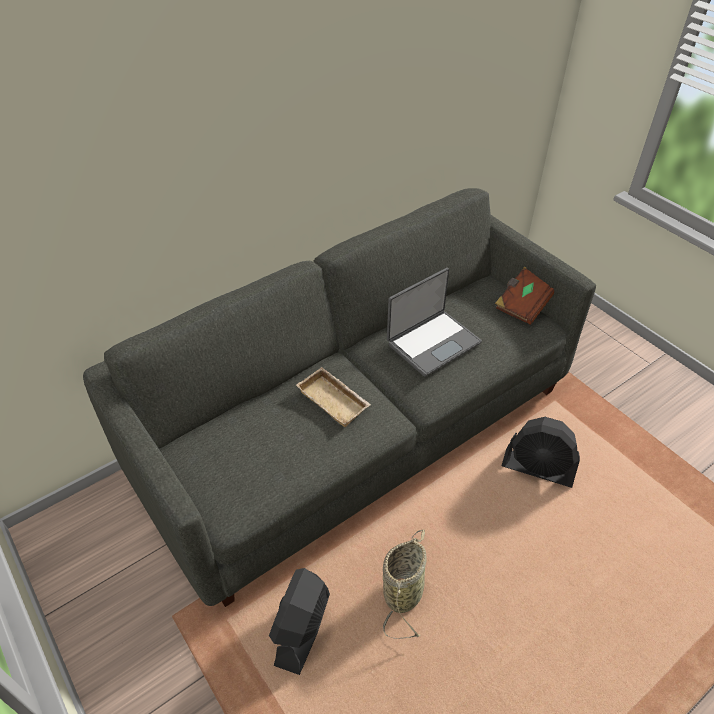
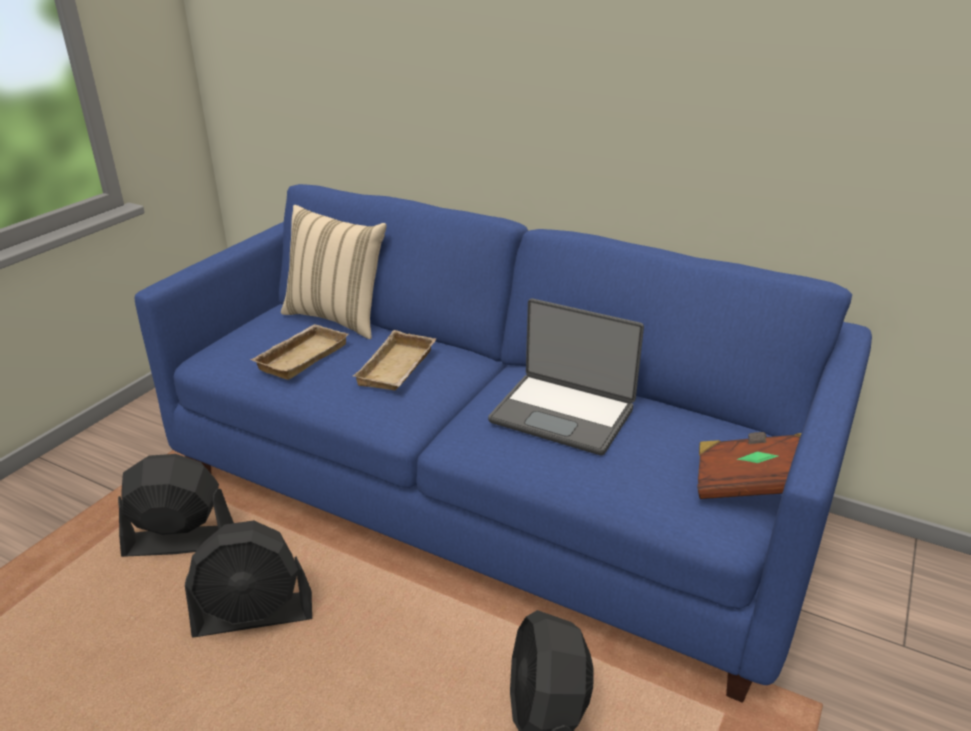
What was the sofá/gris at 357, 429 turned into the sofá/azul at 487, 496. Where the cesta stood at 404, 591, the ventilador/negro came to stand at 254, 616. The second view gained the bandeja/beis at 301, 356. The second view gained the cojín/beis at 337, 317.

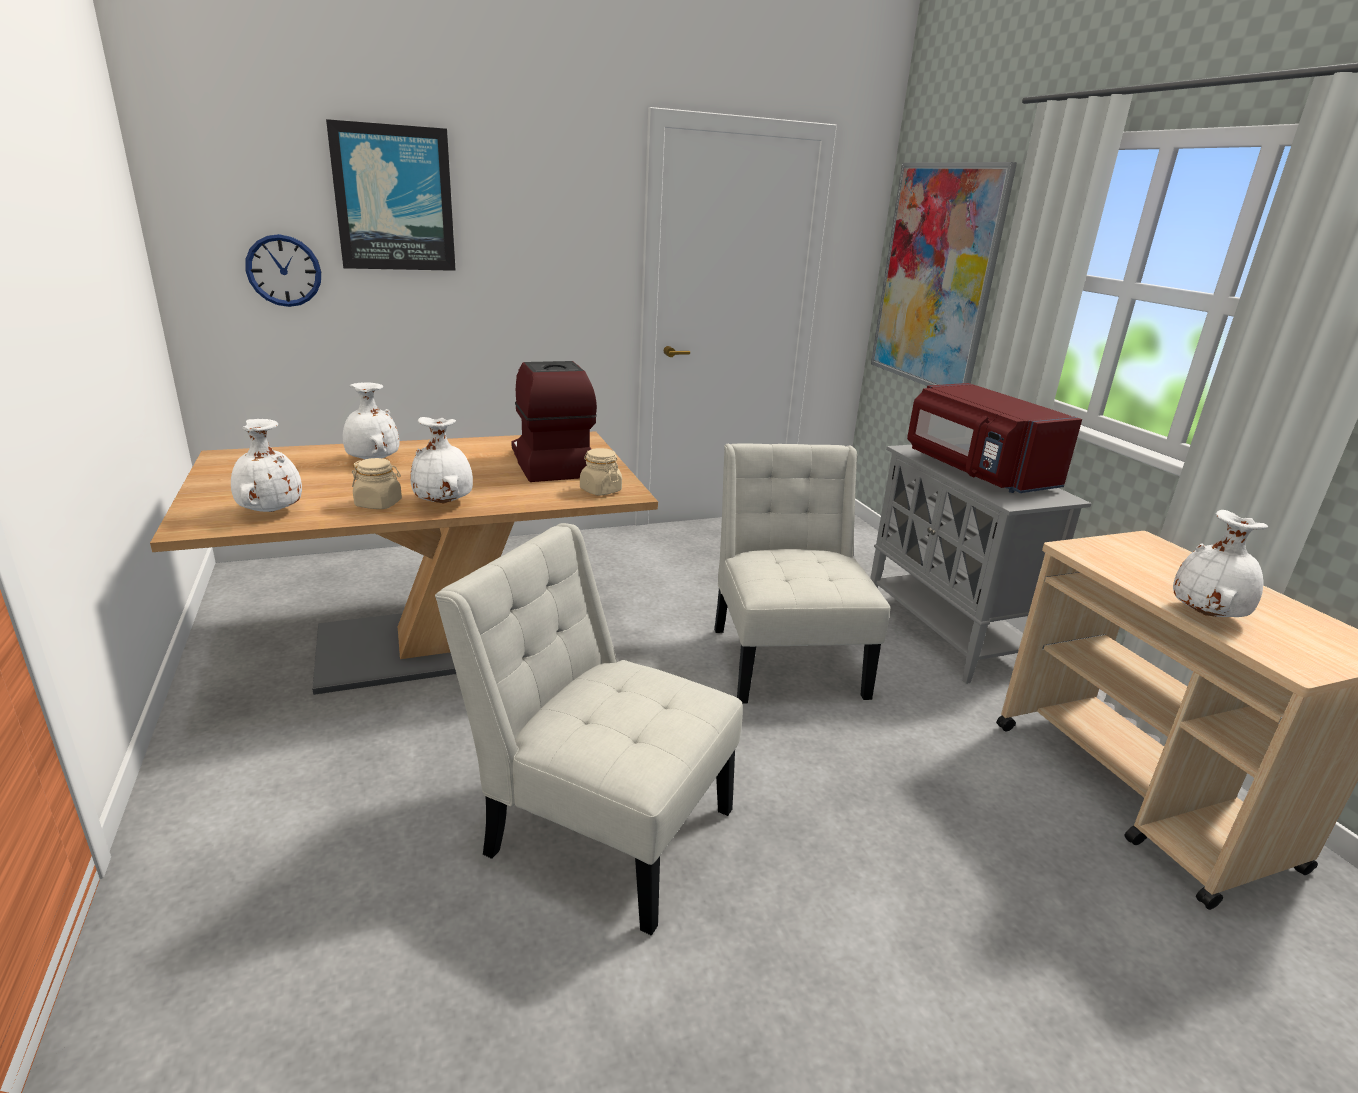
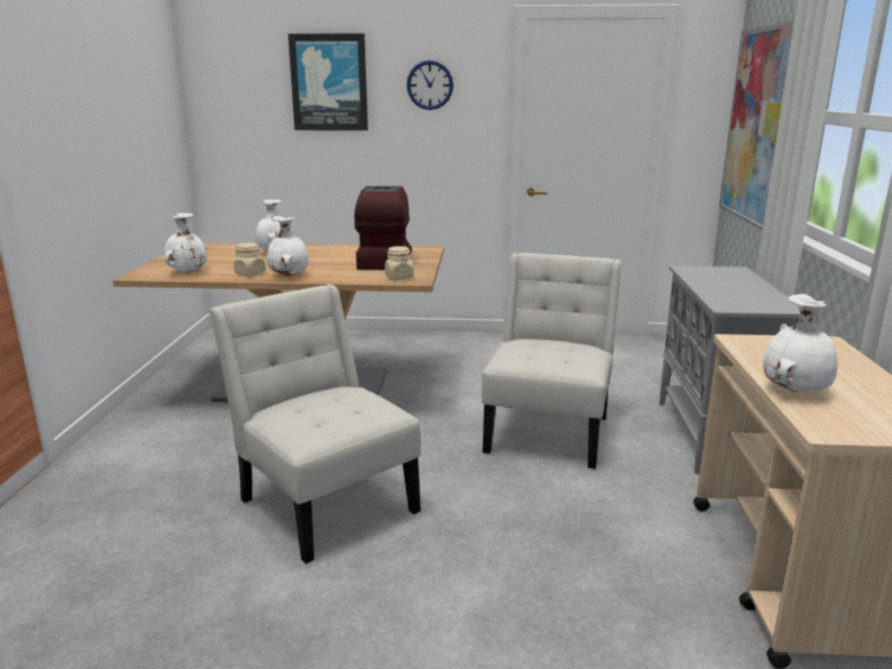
The reloj de pared ended up elsewhere, having gone from 284, 271 to 430, 85. The second view lost the microondas/rojo at 975, 472.

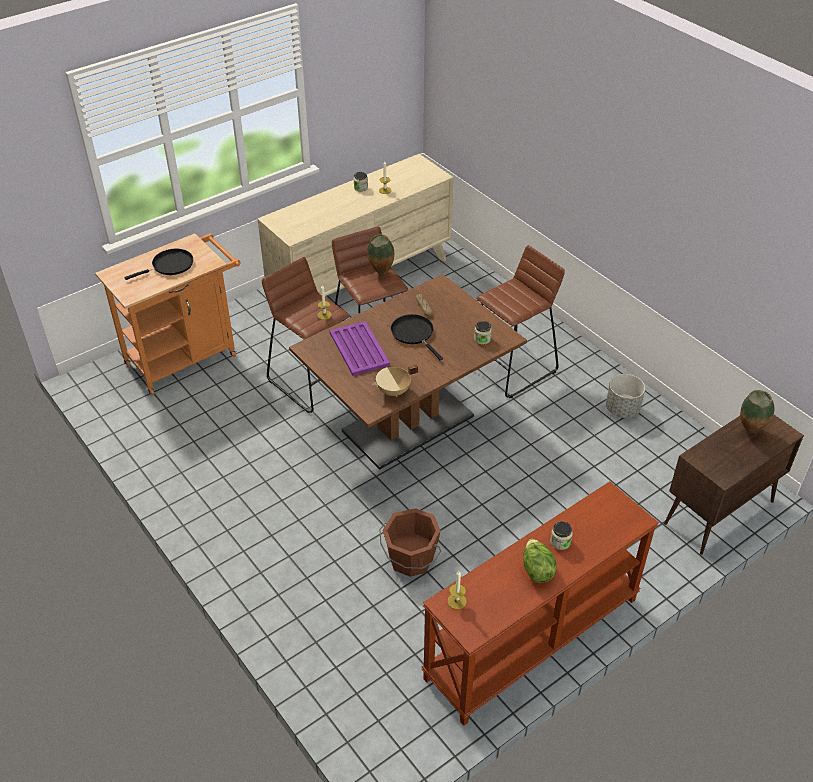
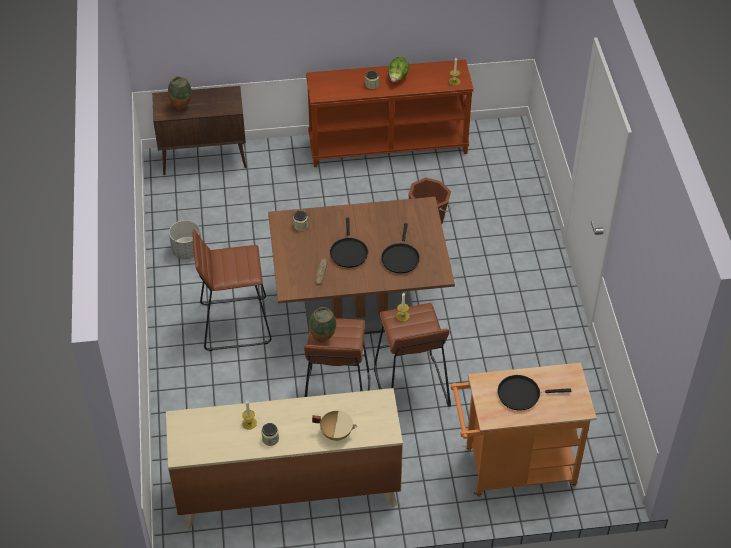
The olla/beis ended up elsewhere, having gone from 394, 391 to 336, 433. Where the bandeja/morado stood at 359, 348, the sartén/negro came to stand at 400, 258.

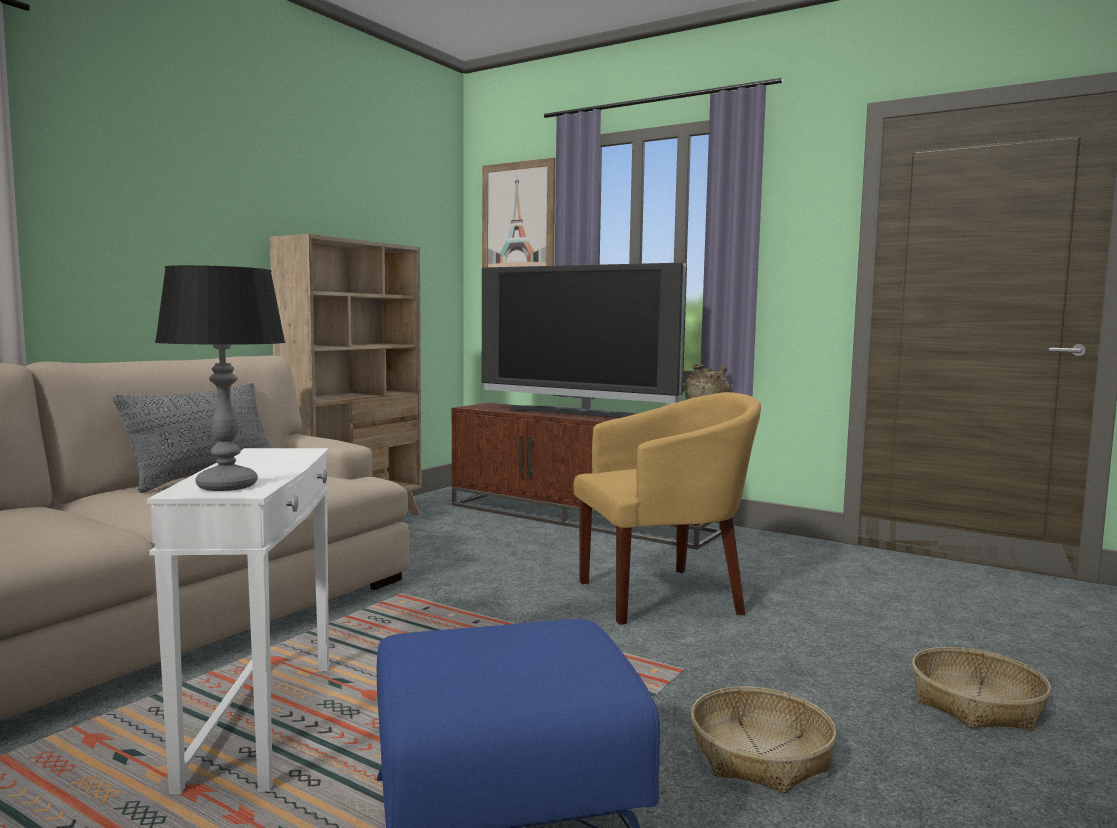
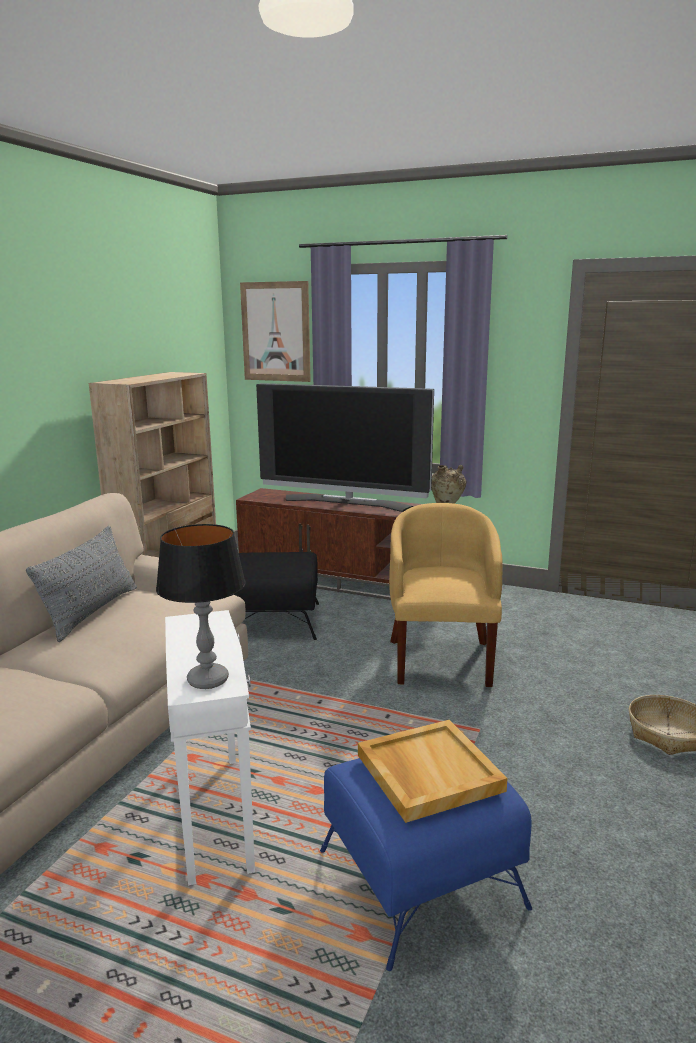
The second view gained the puf/negro at 276, 621. The second view gained the bandeja/beis at 427, 772. The sillón/amarillo at 664, 595 ended up facing another way, 60 degrees counterclockwise from before. The second view lost the cesta at 760, 755.

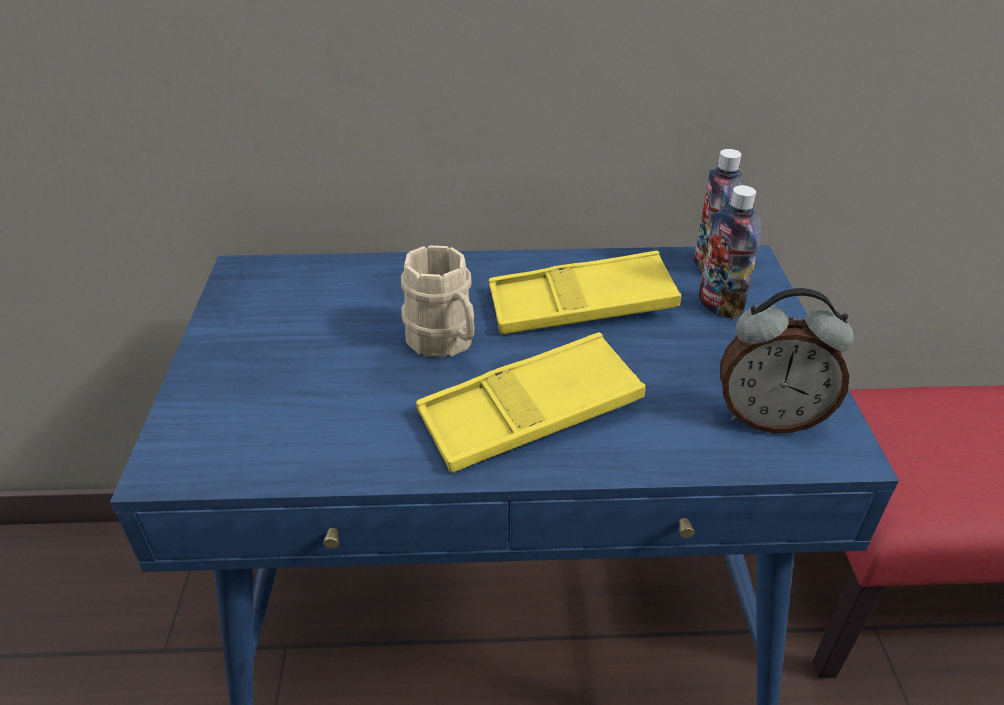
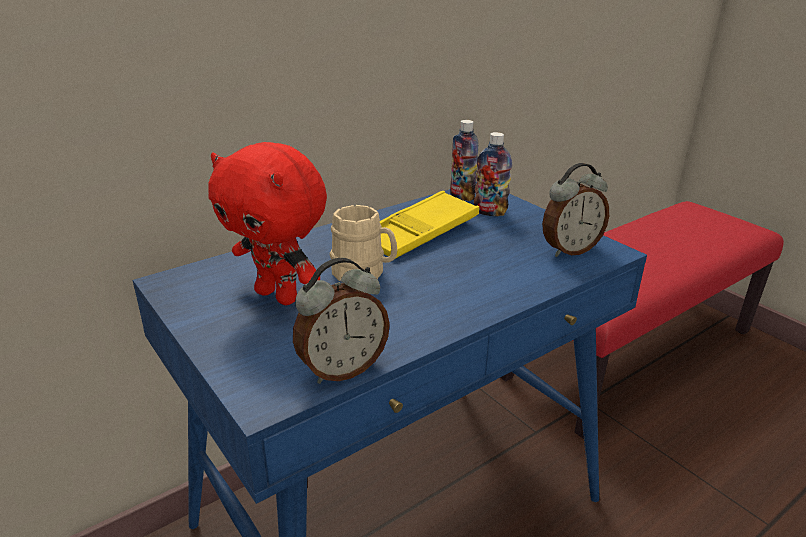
The second view gained the peluche/rojo at 279, 296. The second view gained the despertador at 342, 369. The second view lost the bandeja/amarillo at 530, 413.

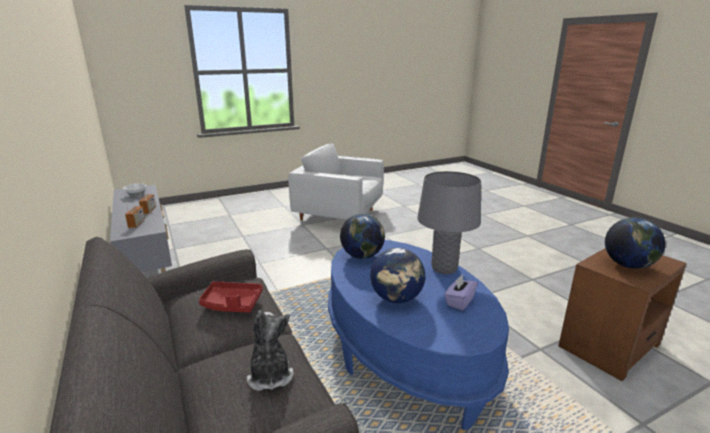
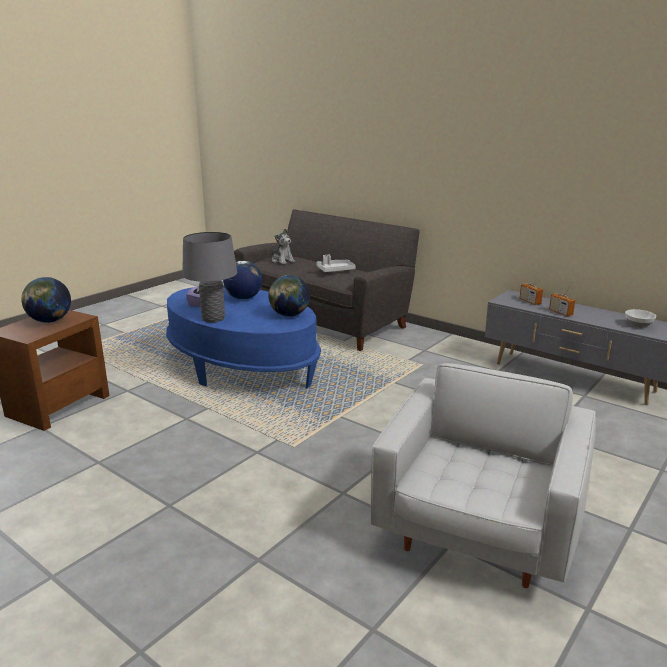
What was the bandeja/rojo at 231, 304 turned into the bandeja/gris at 335, 270. The sillón/blanco at 340, 215 ended up facing another way, 60 degrees counterclockwise from before.

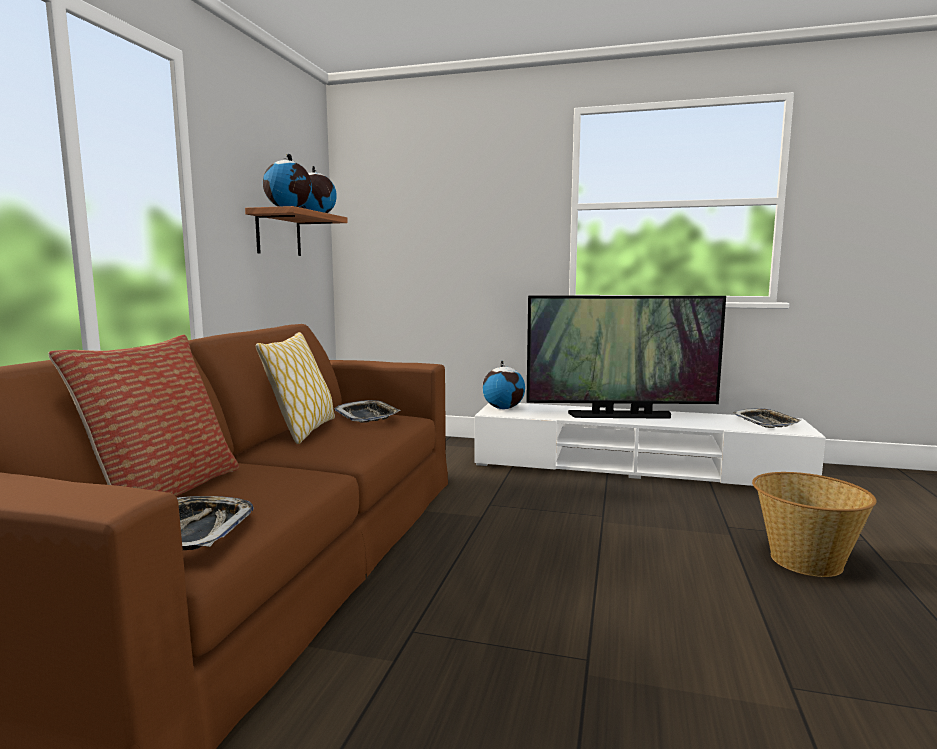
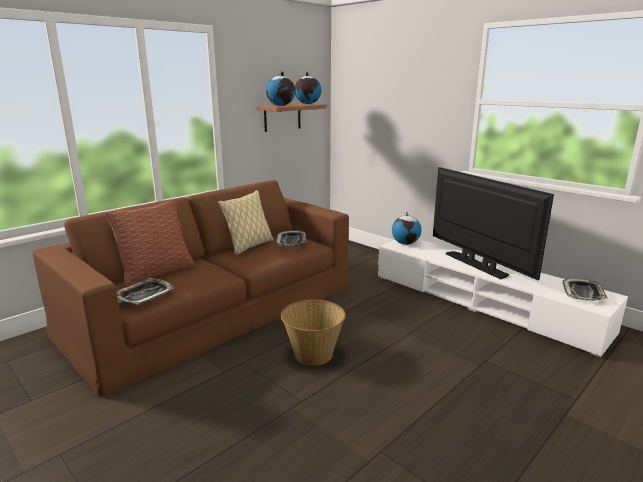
The cesta ended up elsewhere, having gone from 804, 560 to 313, 354. The televisor at 620, 415 ended up facing another way, 150 degrees counterclockwise from before.

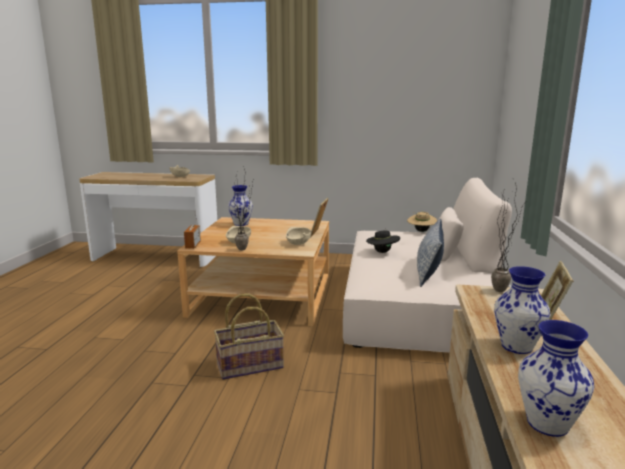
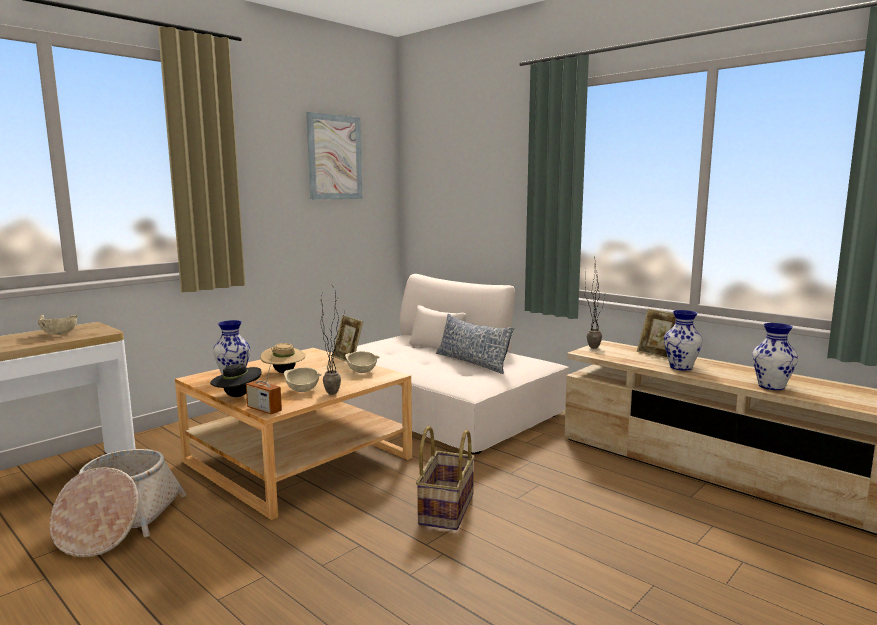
The second view gained the cesta at 119, 523. The sombrero/negro ended up elsewhere, having gone from 382, 252 to 237, 396. The sombrero/beis ended up elsewhere, having gone from 421, 231 to 283, 372. The second view gained the cuadro at 334, 157.

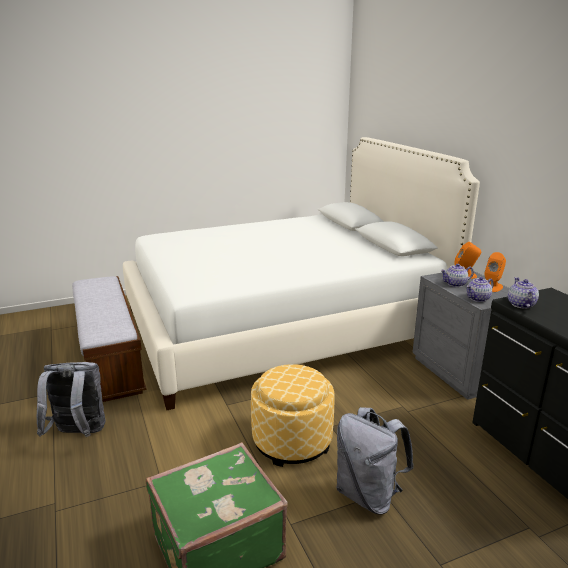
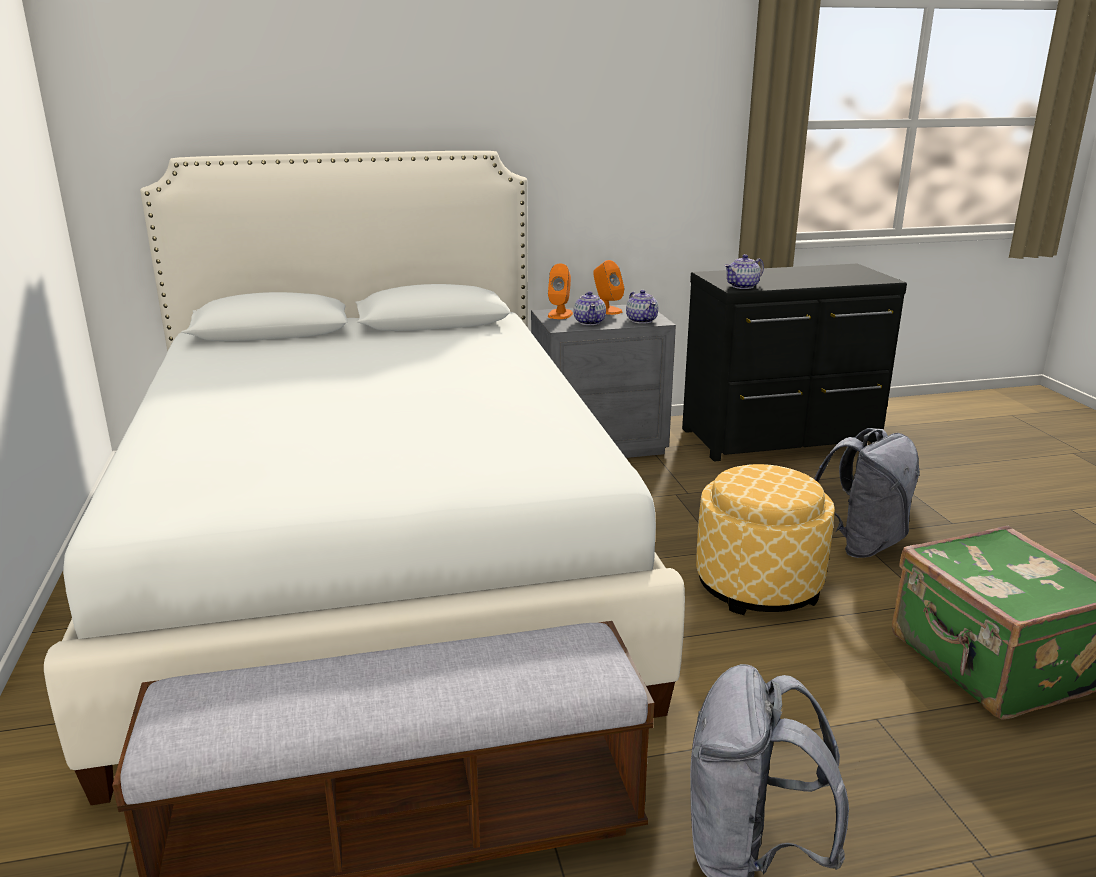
The tetera at 521, 304 ended up facing another way, 45 degrees counterclockwise from before.

